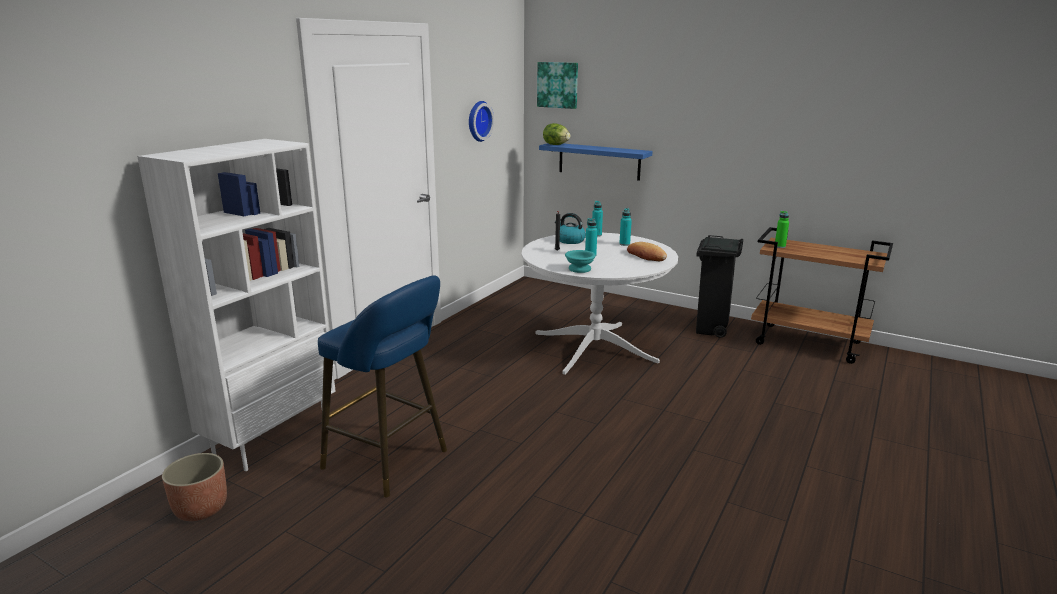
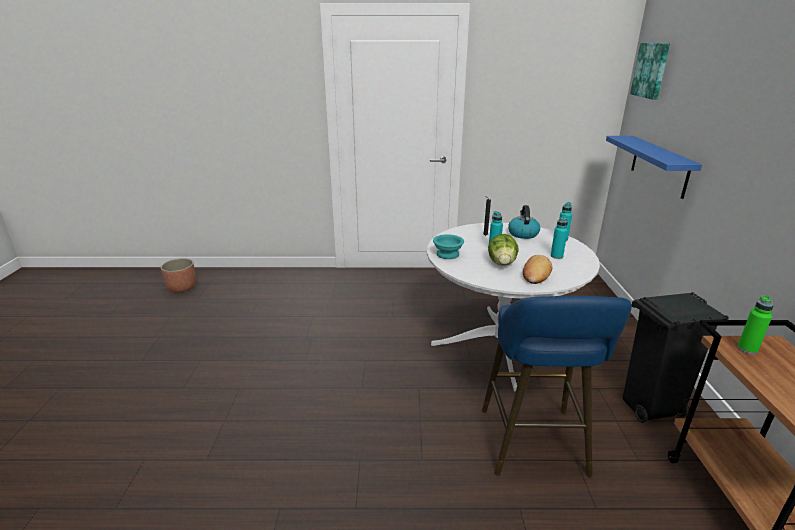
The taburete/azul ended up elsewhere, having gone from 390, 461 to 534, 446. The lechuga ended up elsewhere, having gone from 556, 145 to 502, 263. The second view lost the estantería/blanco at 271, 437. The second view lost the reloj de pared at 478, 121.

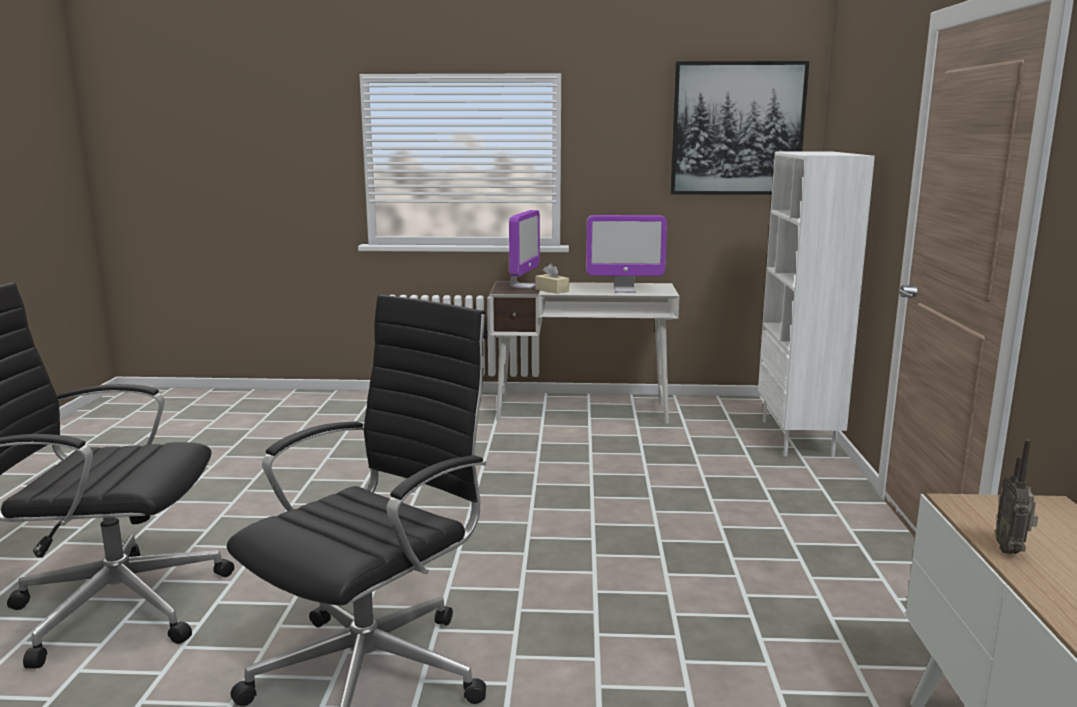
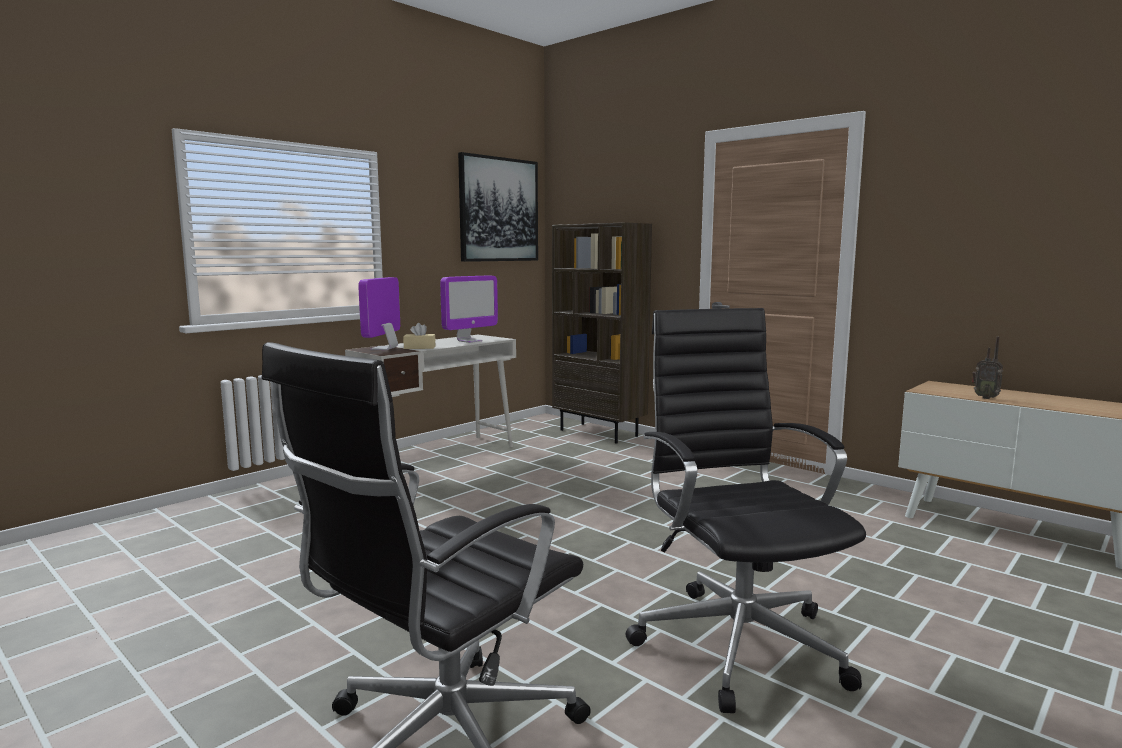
The monitor at 523, 286 ended up facing another way, 135 degrees counterclockwise from before. What was the estantería/blanco at 798, 438 turned into the estantería/marrón at 599, 433.

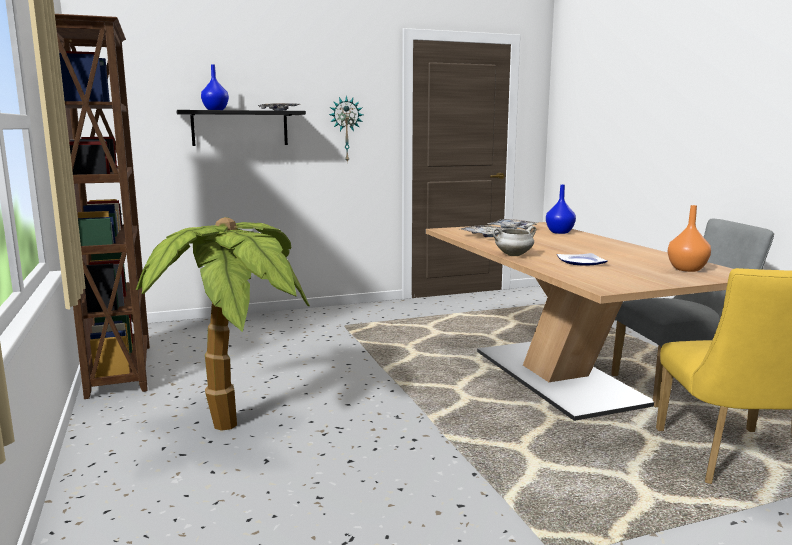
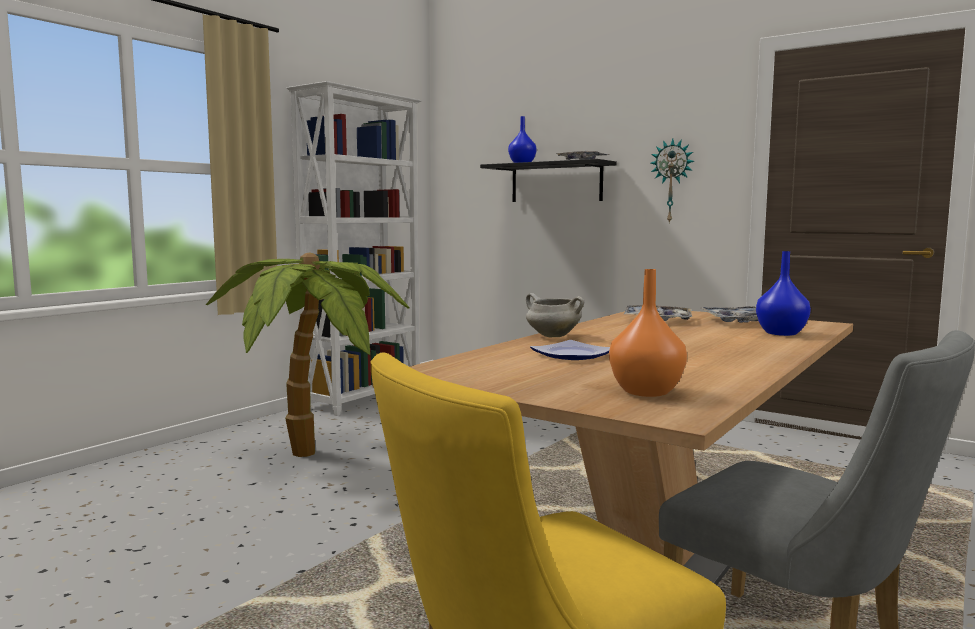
What was the estantería/marrón at 121, 370 turned into the estantería/blanco at 365, 399.

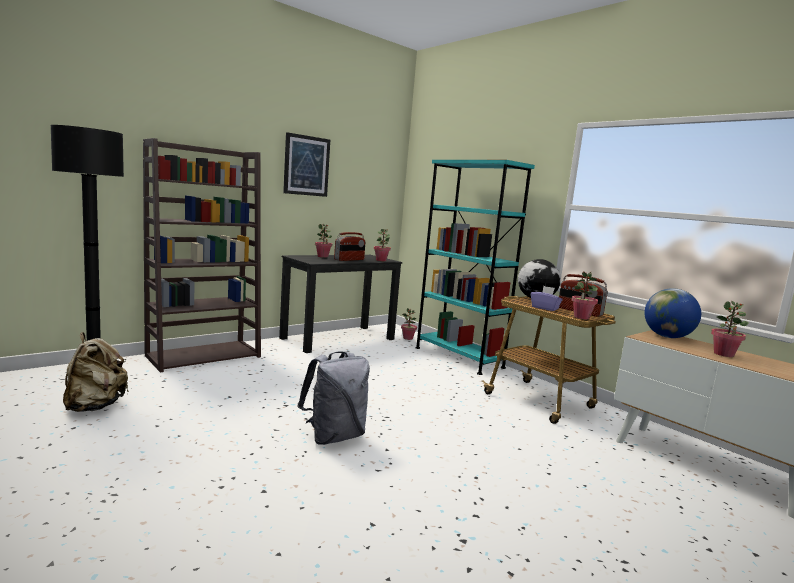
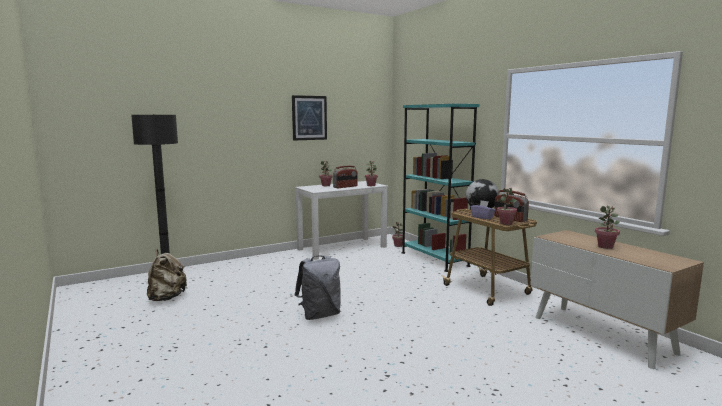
What was the escritorio/negro at 338, 338 turned into the escritorio/blanco at 342, 248. The second view lost the estantería/marrón at 204, 356. The second view lost the globo terráqueo at 667, 337.

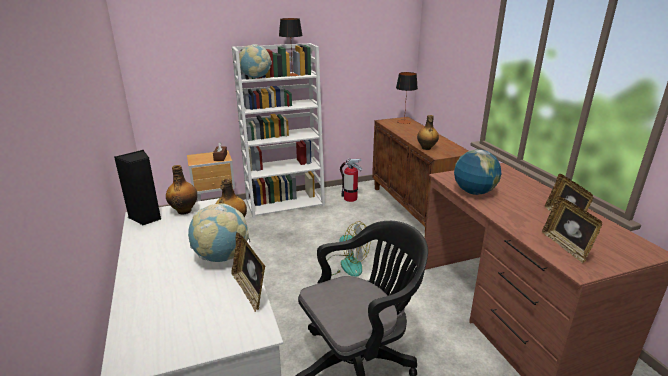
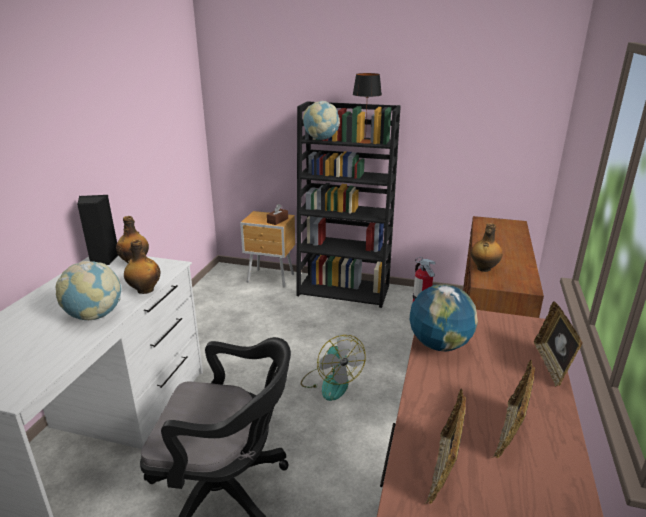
What was the estantería/blanco at 285, 203 turned into the estantería/negro at 344, 290. The portarretratos ended up elsewhere, having gone from 250, 290 to 552, 365. The second view lost the lámpara de mesa at 404, 122.

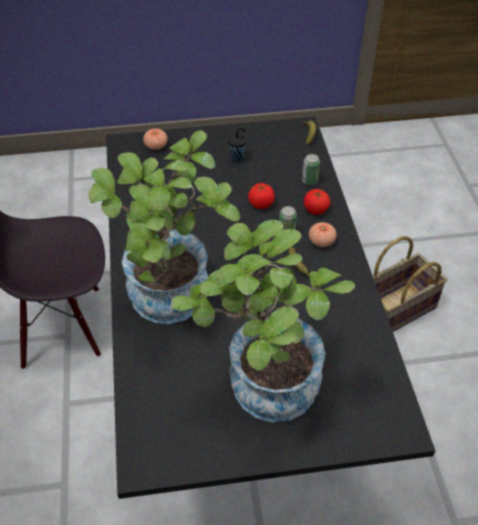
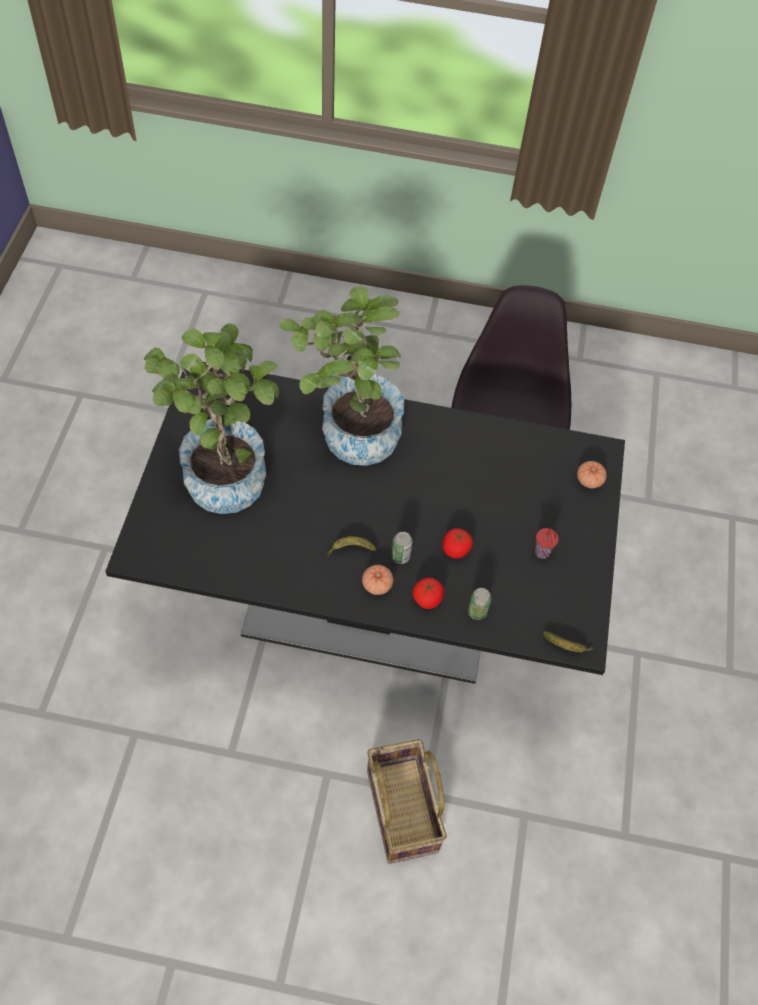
What was the taza/negro at 238, 158 turned into the taza/rojo at 542, 553.

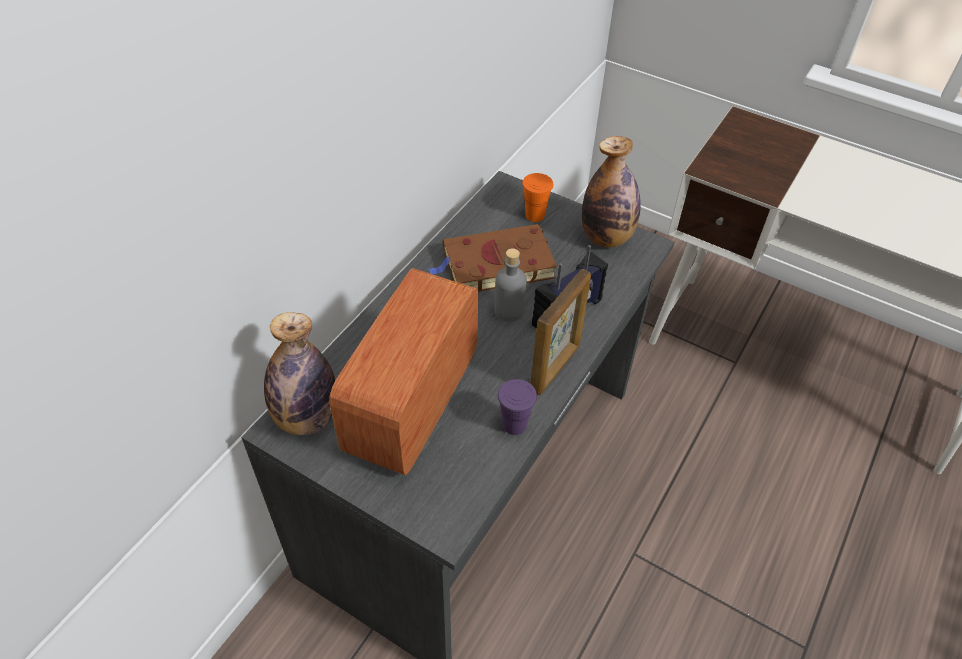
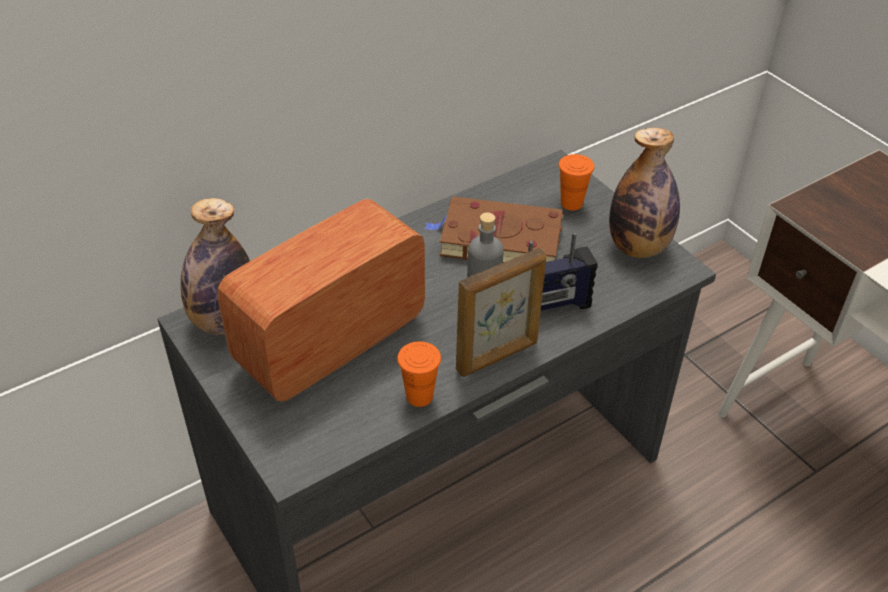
What was the taza/morado at 514, 425 turned into the taza/naranja at 419, 396.

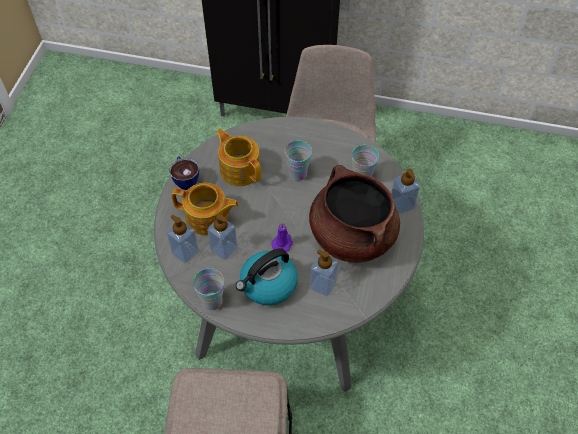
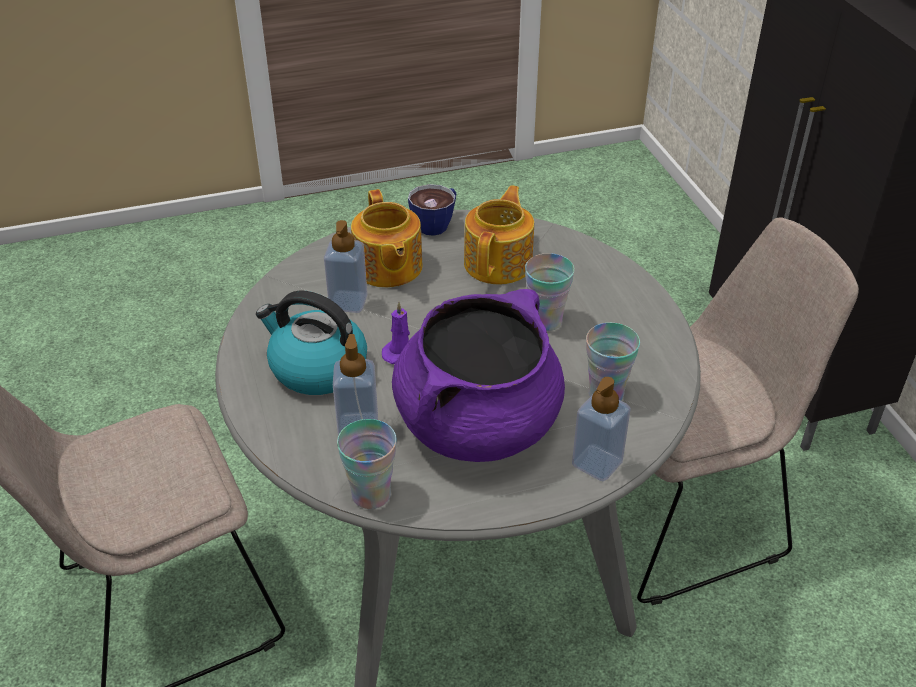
The taza ended up elsewhere, having gone from 212, 301 to 371, 494. What was the olla/marrón at 351, 236 turned into the olla/morado at 478, 424. The second view lost the dispensador de jabón at 185, 252.

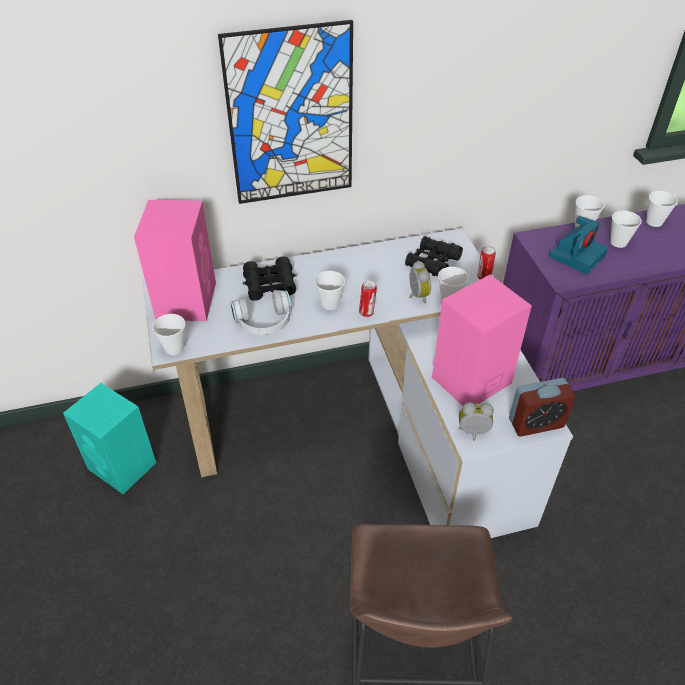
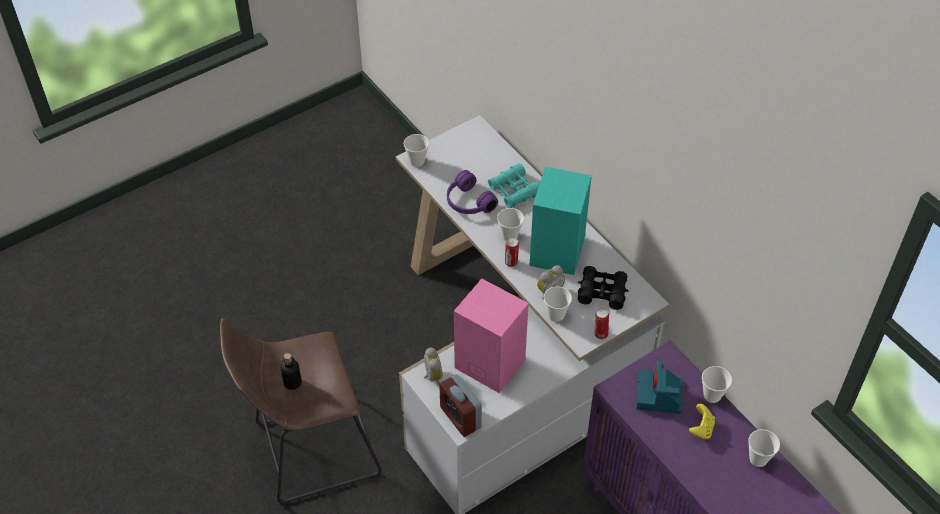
The second view gained the botella at 292, 383. What was the auriculares/blanco at 264, 323 turned into the auriculares/morado at 467, 202. What was the prismáticos/negro at 270, 284 turned into the prismáticos/turquesa at 514, 191. The altavoz/turquesa ended up elsewhere, having gone from 123, 466 to 557, 252. The cámara at 577, 255 ended up facing another way, 75 degrees clockwise from before. Where the taza stood at 618, 242, the mando de consola/amarillo came to stand at 701, 429. The second view lost the altavoz/rosa at 186, 299. The second view lost the cuadro at 291, 117.

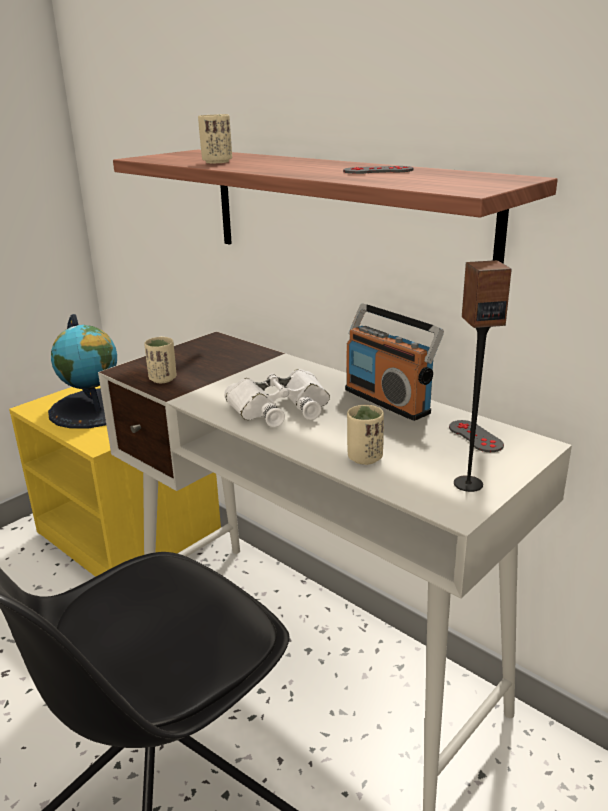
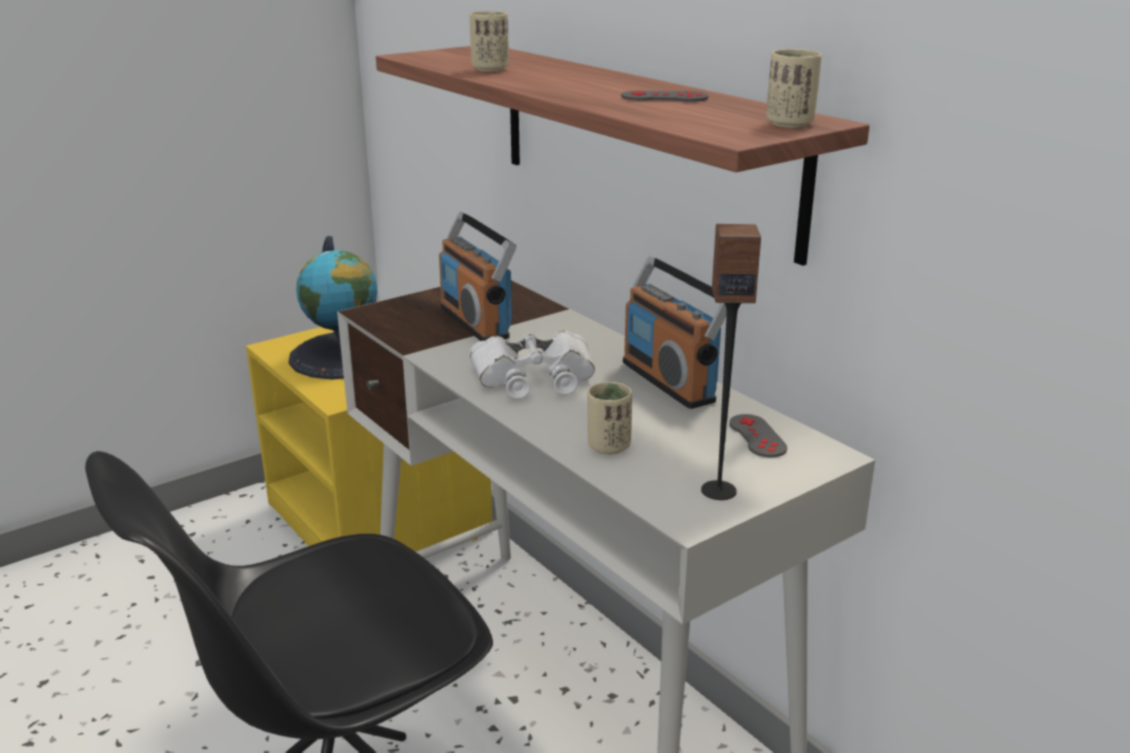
The second view gained the radio at 475, 322. The taza/beis ended up elsewhere, having gone from 163, 379 to 789, 124.

